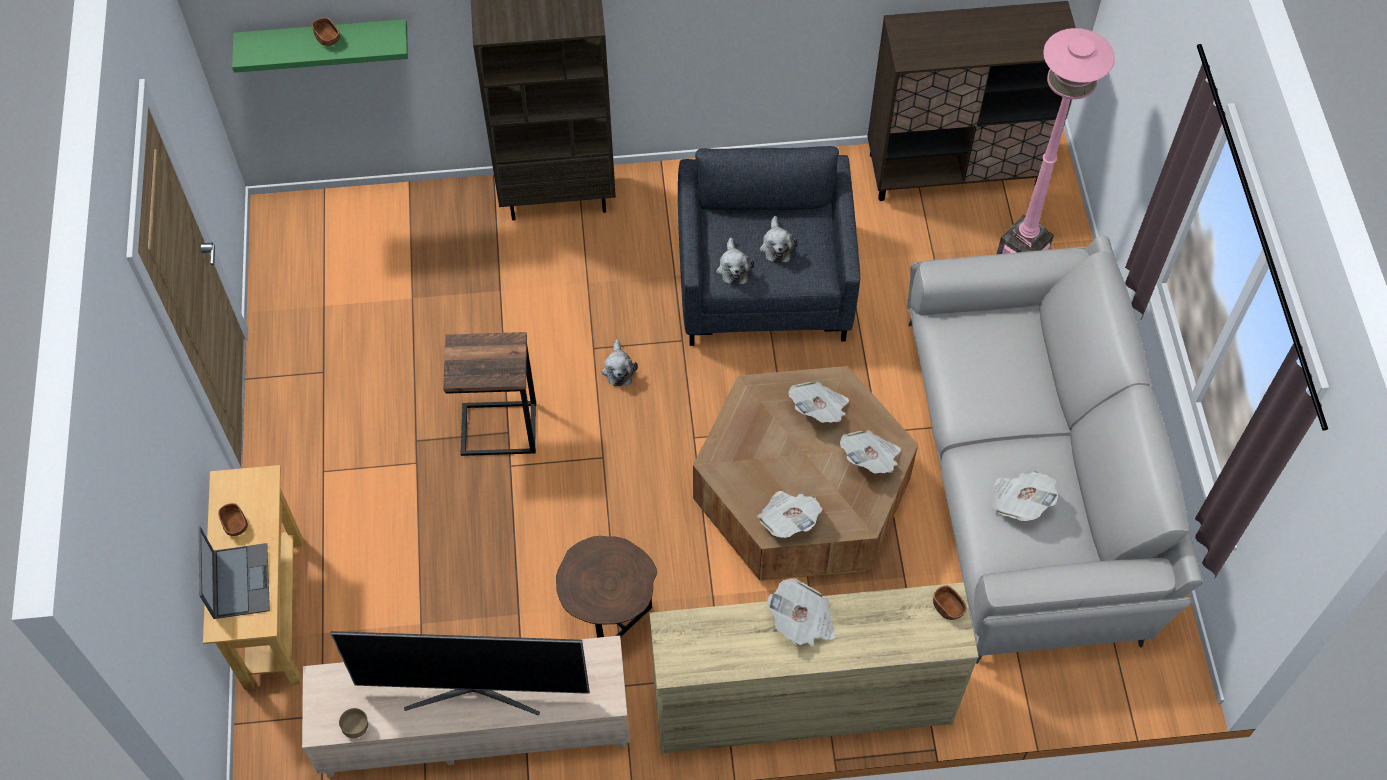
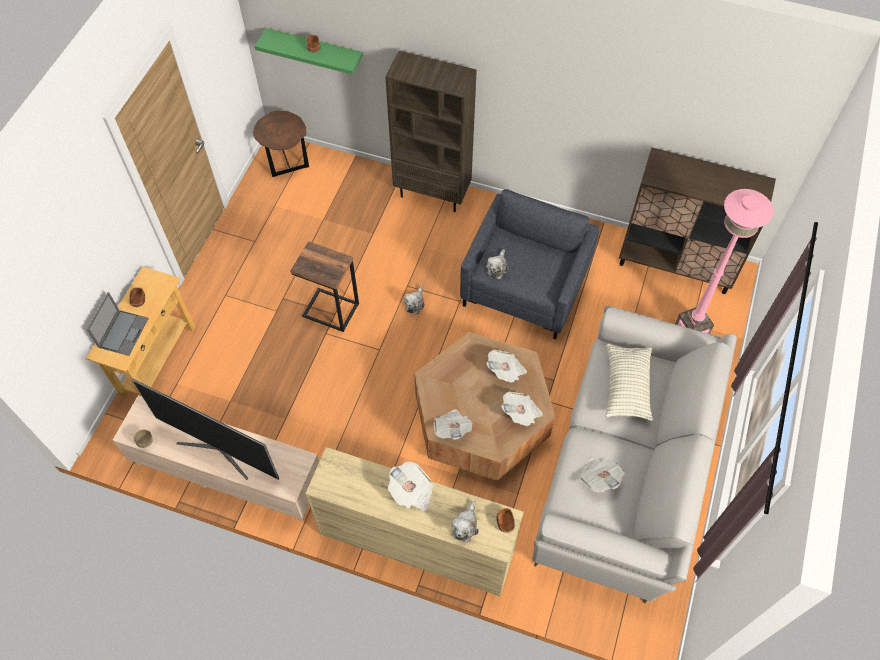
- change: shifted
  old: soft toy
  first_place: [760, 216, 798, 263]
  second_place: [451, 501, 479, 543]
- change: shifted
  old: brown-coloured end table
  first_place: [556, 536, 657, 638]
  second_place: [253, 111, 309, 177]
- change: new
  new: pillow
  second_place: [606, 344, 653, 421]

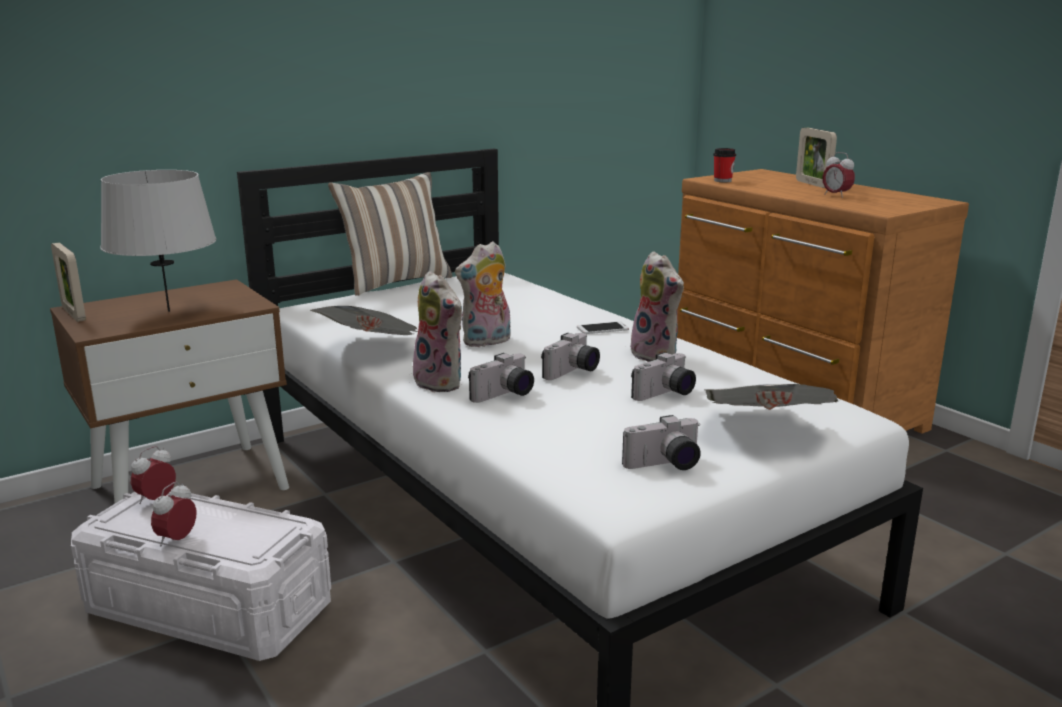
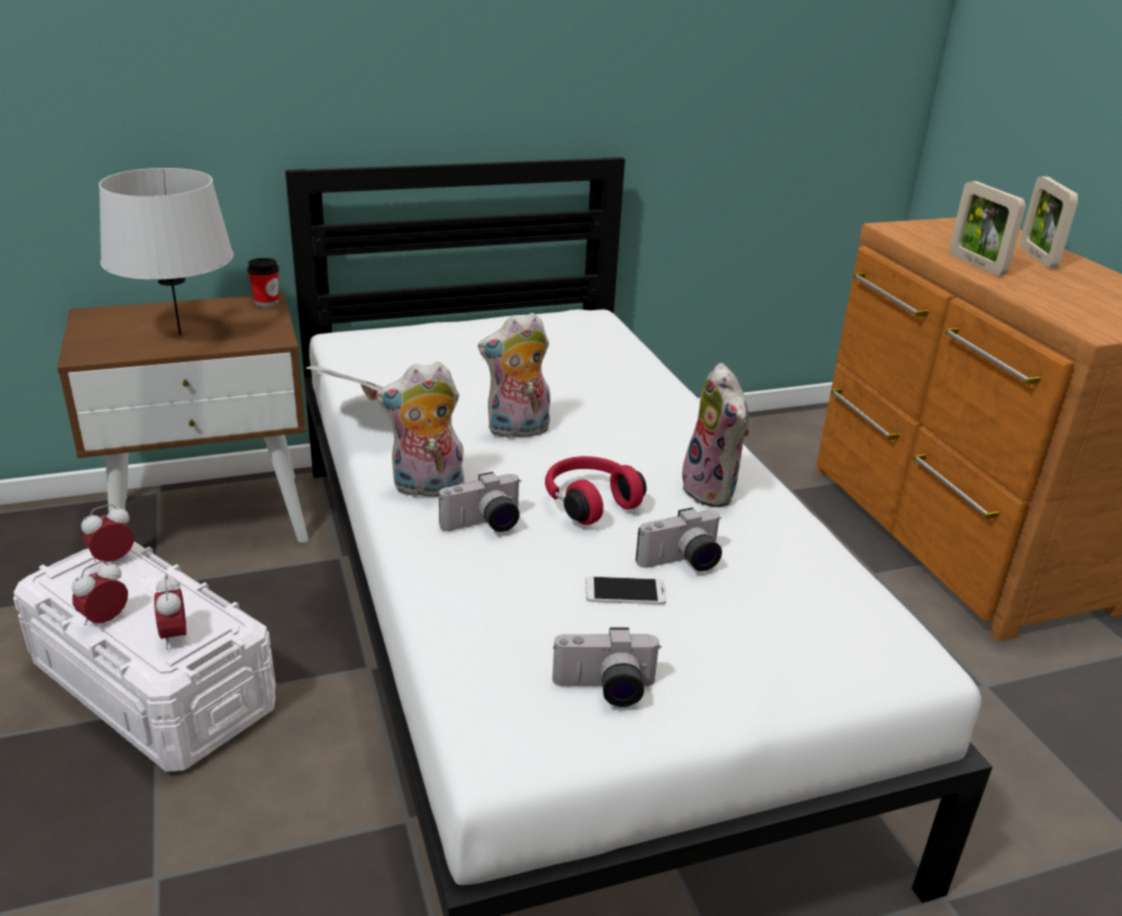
- change: shifted
  old: cup
  first_place: [713, 148, 736, 182]
  second_place: [247, 258, 279, 307]
- change: shifted
  old: table clock
  first_place: [823, 152, 855, 198]
  second_place: [154, 574, 186, 649]
- change: gone
  old: pillow
  first_place: [328, 172, 452, 296]
- change: shifted
  old: photo frame
  first_place: [51, 243, 86, 322]
  second_place: [949, 181, 1026, 276]
- change: rotated
  old: soft toy
  first_place: [413, 271, 462, 393]
  second_place: [376, 361, 465, 497]
  degrees: 105
- change: shifted
  old: phone
  first_place: [577, 321, 629, 334]
  second_place: [586, 576, 666, 605]
- change: swapped
  old: photo camera
  new: reddish pair of headphones
  first_place: [541, 333, 600, 380]
  second_place: [545, 456, 647, 525]
- change: gone
  old: printed paper
  first_place: [705, 384, 839, 410]

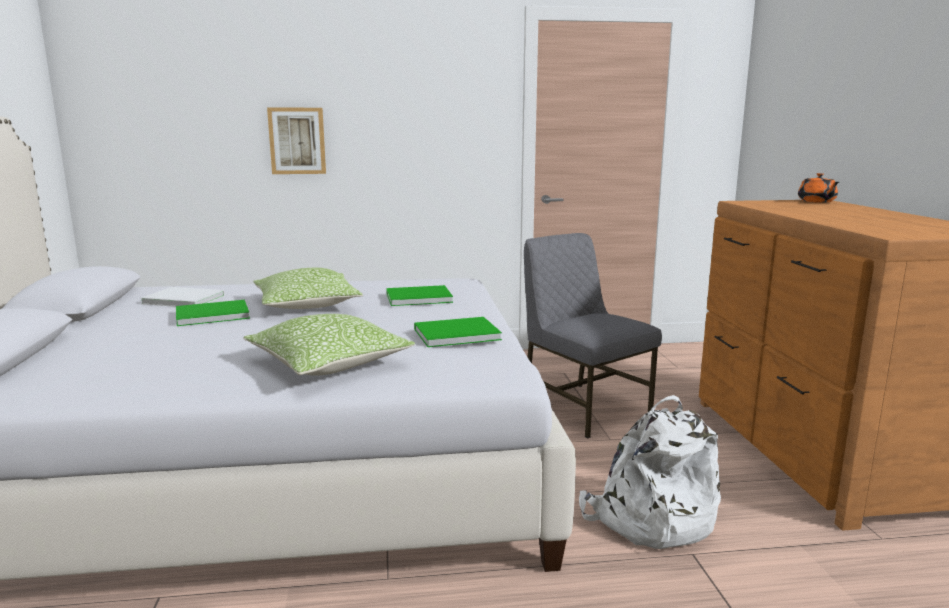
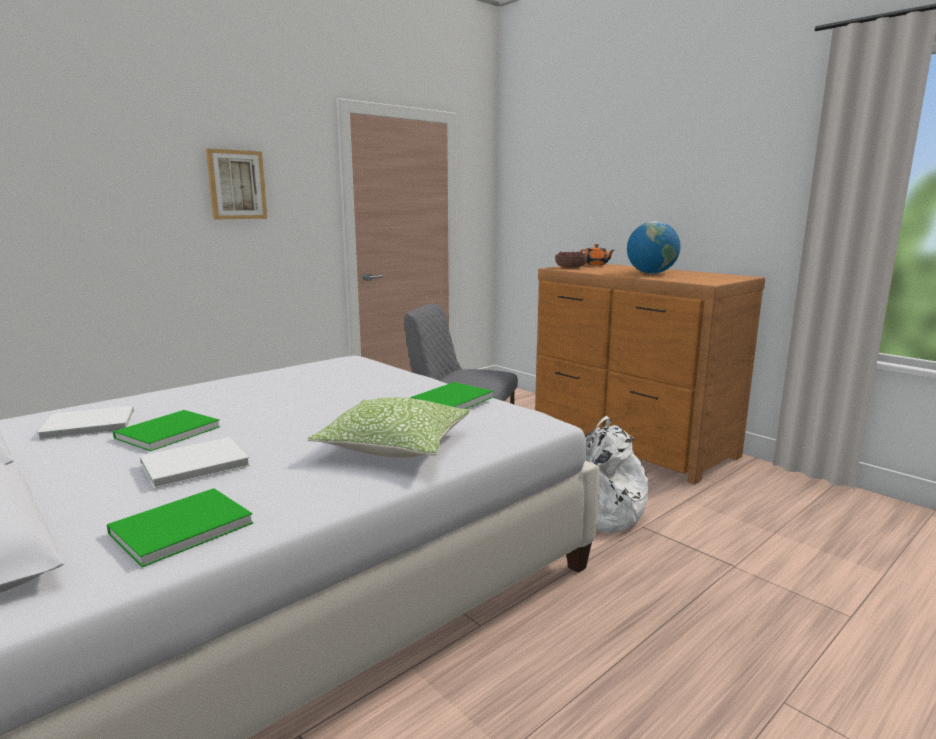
- change: shifted
  old: wall art
  first_place: [267, 108, 326, 174]
  second_place: [206, 149, 267, 219]
- change: gone
  old: pillow
  first_place: [253, 268, 363, 309]
- change: shifted
  old: greenish book
  first_place: [386, 285, 453, 306]
  second_place: [107, 488, 253, 567]
- change: new
  new: world globe
  second_place: [627, 221, 681, 274]
- change: new
  new: serving bowl
  second_place: [555, 251, 587, 268]
- change: new
  new: whitish book
  second_place: [140, 437, 250, 489]

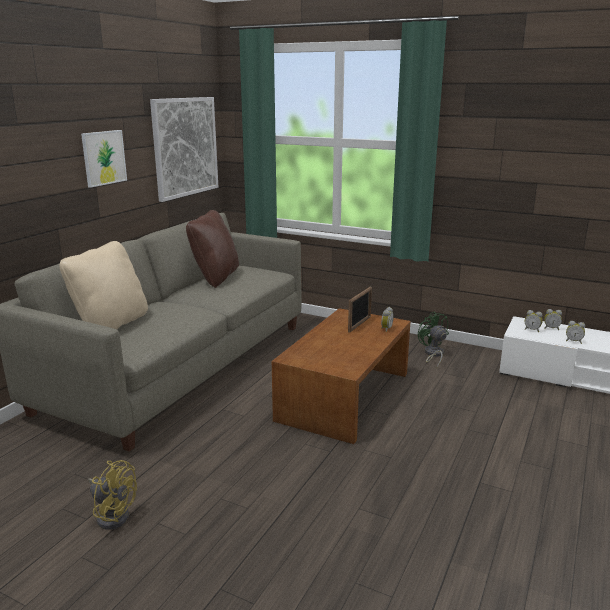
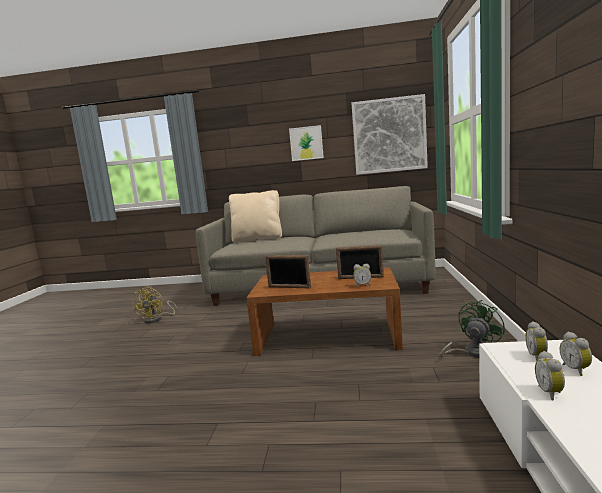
- change: gone
  old: brown-coloured pillow
  first_place: [186, 210, 239, 288]
- change: new
  new: photo frame
  second_place: [265, 255, 311, 289]

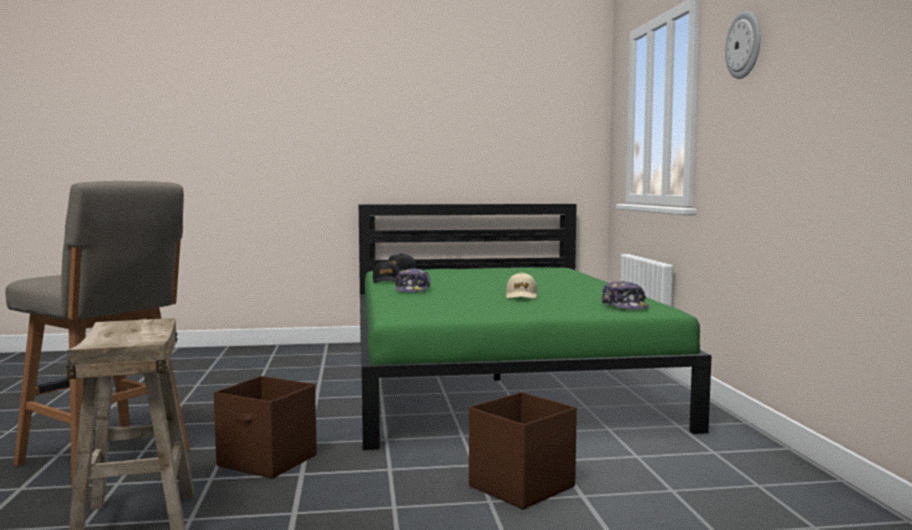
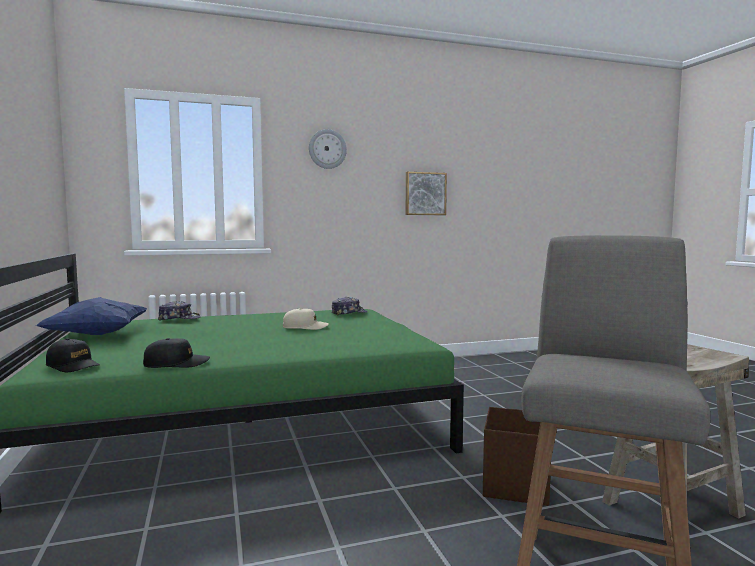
- change: shifted
  old: baseball cap
  first_place: [395, 268, 431, 292]
  second_place: [158, 301, 201, 321]
- change: gone
  old: brown-coloured storage container
  first_place: [469, 392, 577, 509]
- change: new
  new: wall art
  second_place: [406, 172, 447, 215]
- change: new
  new: bluish pillow
  second_place: [35, 297, 147, 335]

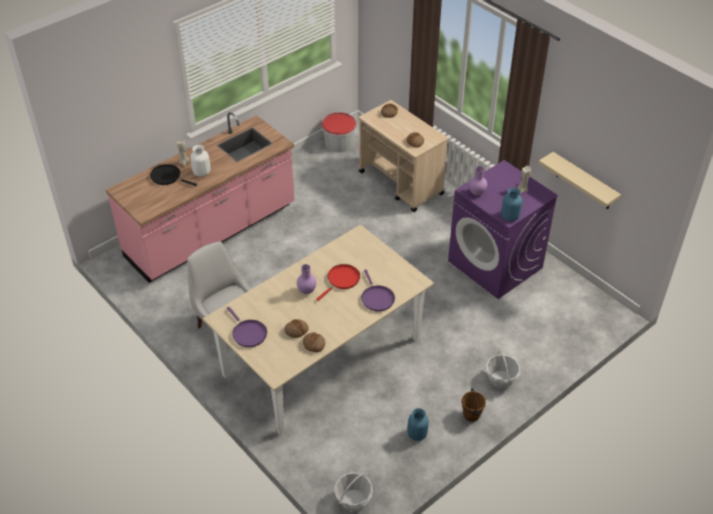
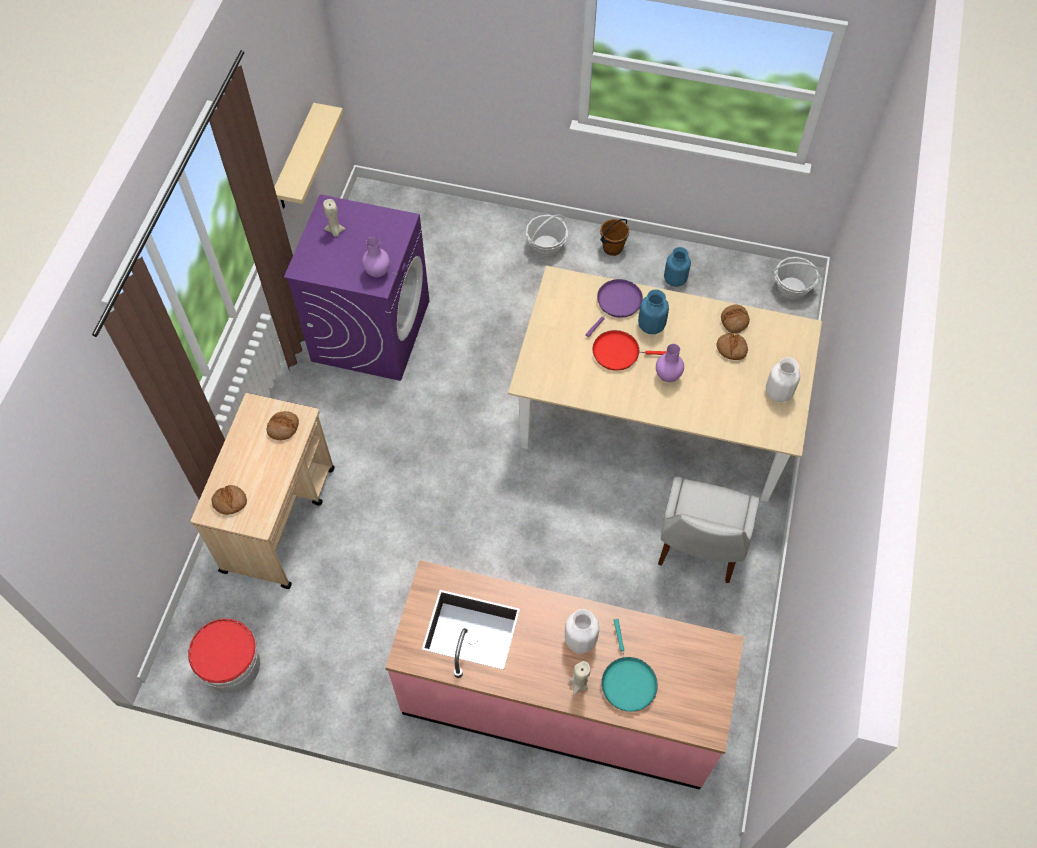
- change: repainted
  old: black skillet
  new: turquoise-coloured skillet
  first_place: [150, 164, 197, 186]
  second_place: [601, 619, 658, 712]
- change: shifted
  old: bluish decorative vase
  first_place: [501, 188, 522, 221]
  second_place: [638, 289, 669, 334]
- change: swapped
  old: purplish skillet
  new: whitish decorative vase
  first_place: [227, 307, 267, 347]
  second_place: [766, 357, 800, 402]

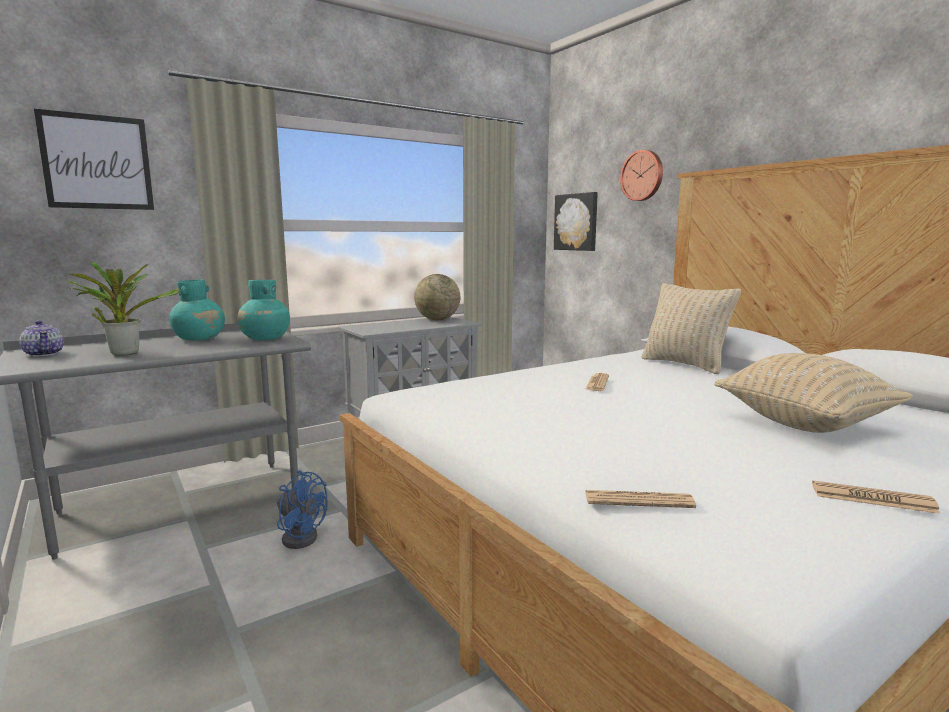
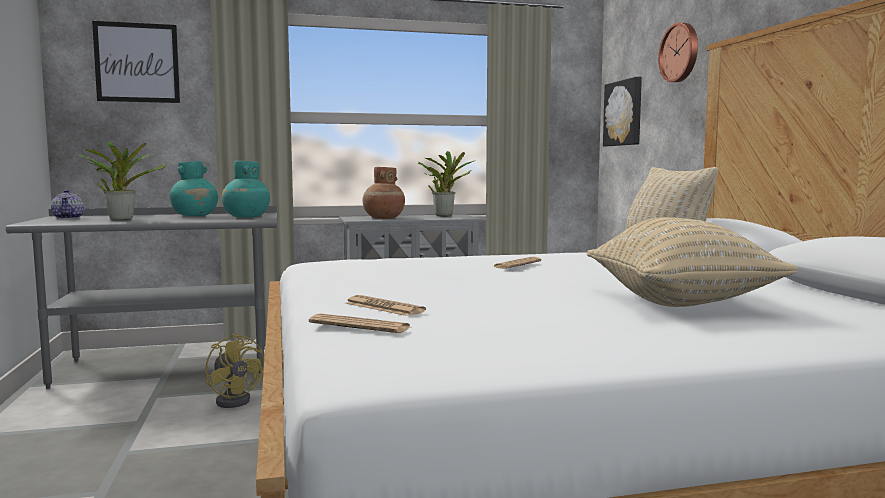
- change: swapped
  old: world globe
  new: potted plant
  first_place: [414, 274, 460, 320]
  second_place: [418, 151, 474, 216]
- change: repainted
  old: bluish fan
  new: yellowish fan
  first_place: [277, 470, 328, 549]
  second_place: [205, 333, 264, 408]
- change: shifted
  old: printed paper
  first_place: [812, 481, 940, 514]
  second_place: [345, 295, 426, 316]
- change: new
  new: brown-coloured decorative vase
  second_place: [363, 167, 405, 219]

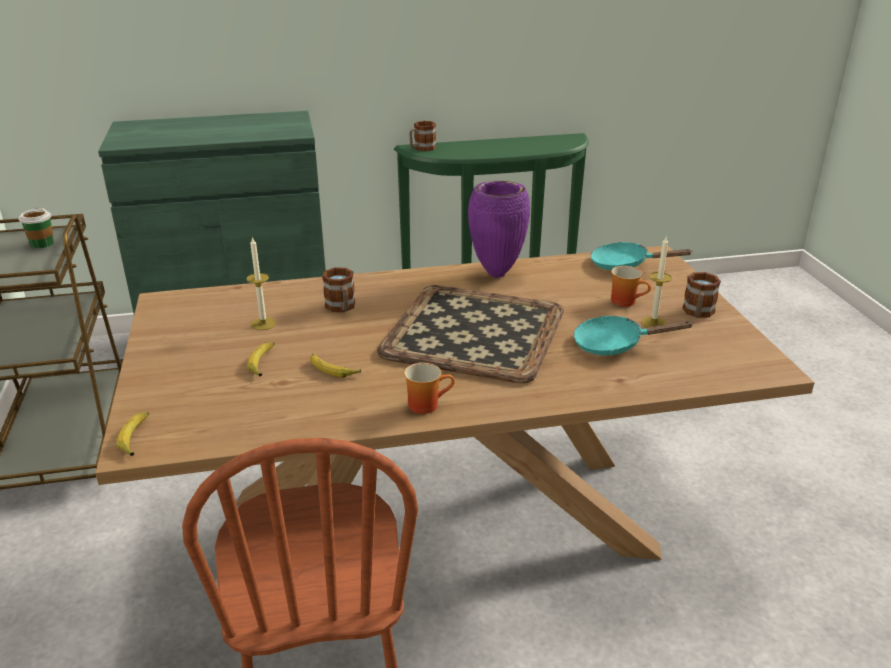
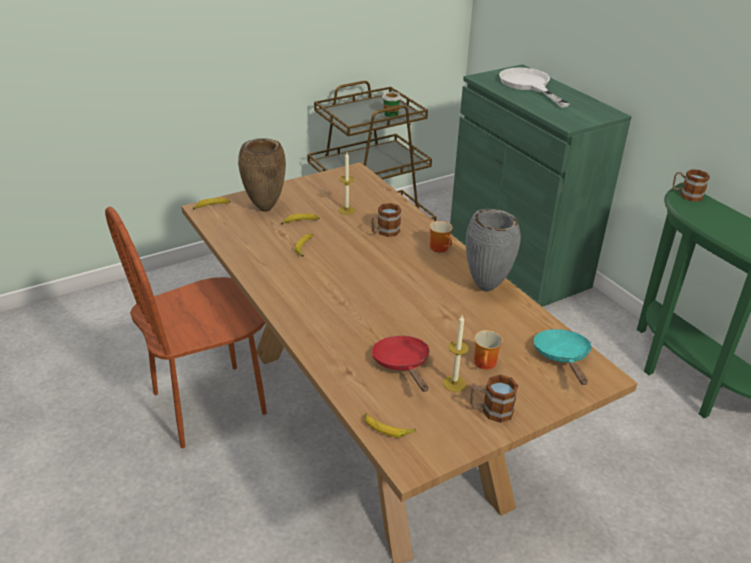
- change: repainted
  old: purplish decorative vase
  new: greyish decorative vase
  first_place: [468, 181, 530, 278]
  second_place: [466, 209, 521, 292]
- change: gone
  old: carrying tray
  first_place: [377, 285, 564, 384]
- change: repainted
  old: turquoise-coloured skillet
  new: reddish skillet
  first_place: [573, 316, 694, 356]
  second_place: [372, 336, 430, 392]
- change: shifted
  old: tea mug
  first_place: [404, 363, 455, 414]
  second_place: [429, 221, 453, 253]
- change: new
  new: whitish skillet
  second_place: [499, 67, 569, 108]
- change: new
  new: brown-coloured decorative vase
  second_place: [238, 138, 286, 212]
- change: new
  new: whole banana
  second_place: [364, 413, 416, 438]

